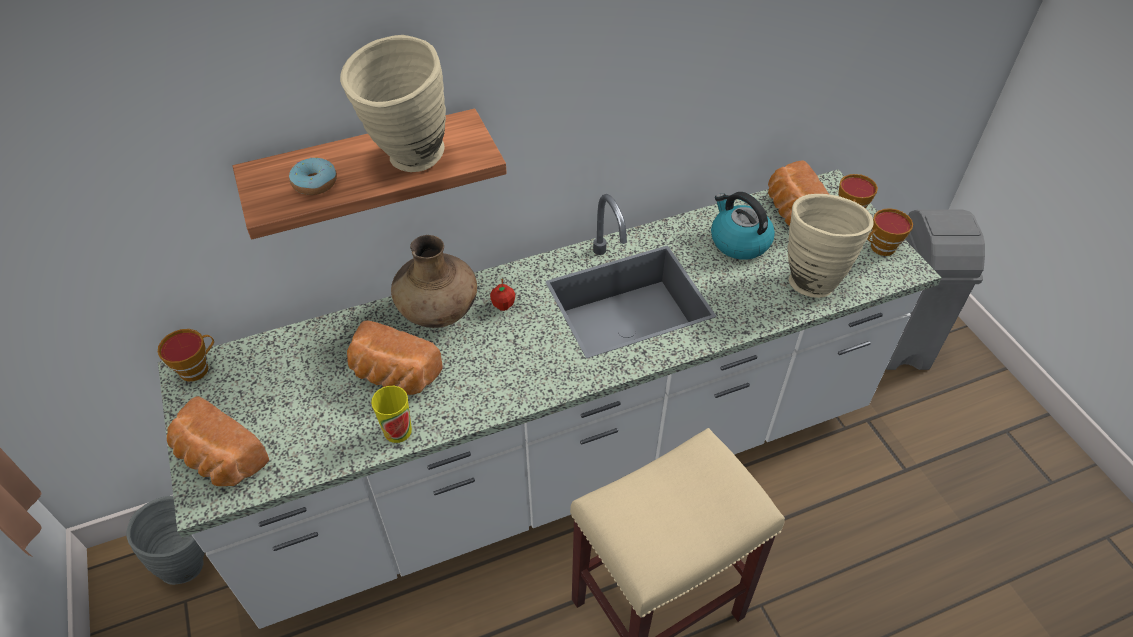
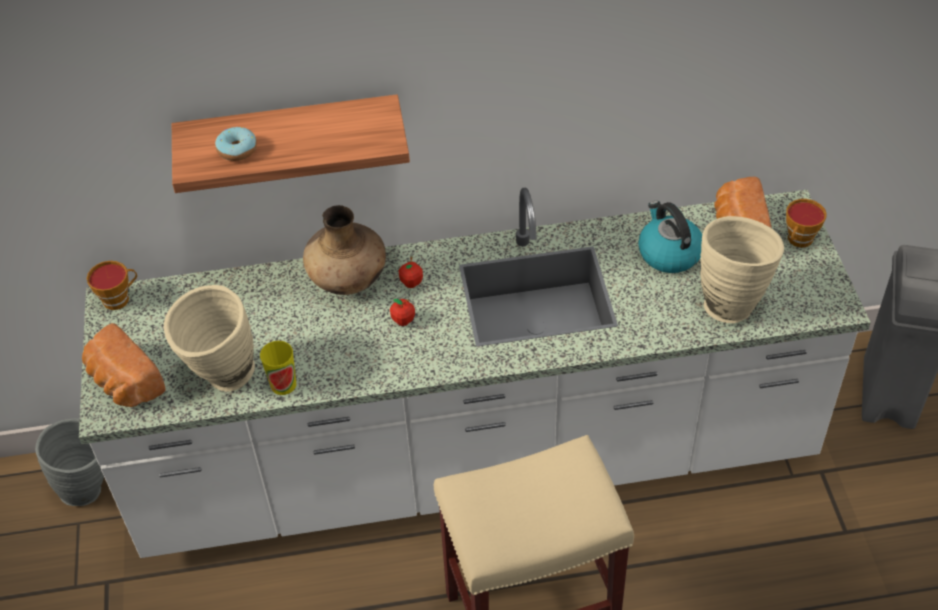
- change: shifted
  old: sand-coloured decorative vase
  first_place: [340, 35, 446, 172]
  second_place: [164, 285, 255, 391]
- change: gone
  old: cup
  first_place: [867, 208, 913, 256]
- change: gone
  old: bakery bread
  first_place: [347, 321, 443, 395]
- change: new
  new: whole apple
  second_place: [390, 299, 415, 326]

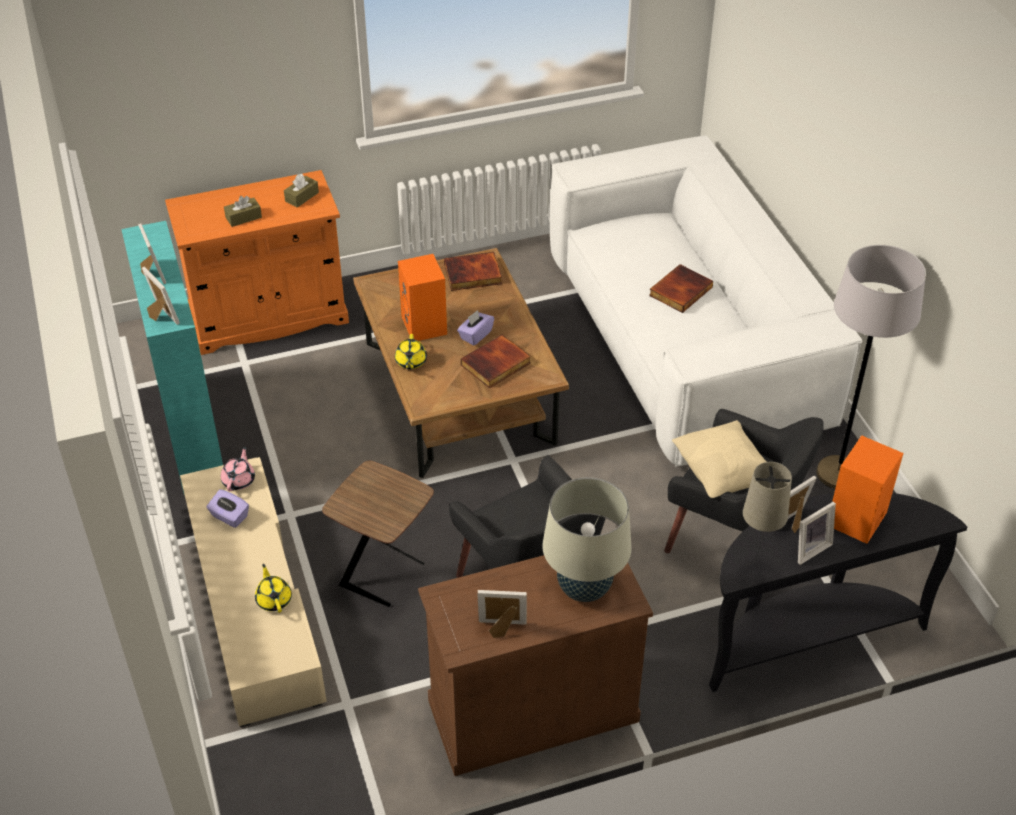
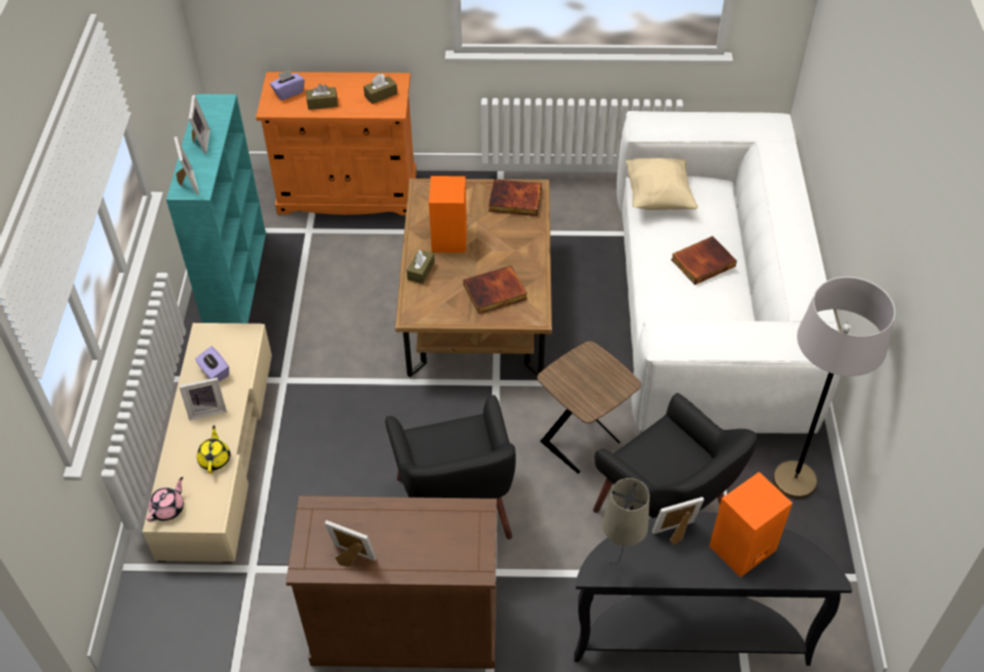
- change: shifted
  old: purplish tissue holder
  first_place: [457, 310, 494, 345]
  second_place: [270, 70, 305, 100]
- change: swapped
  old: yellowish teapot
  new: brown-coloured tissue holder
  first_place: [395, 334, 427, 369]
  second_place: [407, 250, 435, 284]
- change: shifted
  old: sand-coloured pillow
  first_place: [672, 420, 767, 498]
  second_place: [626, 158, 698, 210]
- change: shifted
  old: pink-coloured teapot
  first_place: [221, 446, 255, 491]
  second_place: [146, 477, 184, 522]
- change: shifted
  old: brown-coloured end table
  first_place: [322, 461, 434, 607]
  second_place: [537, 341, 641, 474]
- change: gone
  old: sand-coloured tabletop lamp
  first_place: [542, 477, 632, 602]
- change: shifted
  old: photo frame
  first_place: [798, 502, 836, 565]
  second_place: [179, 377, 227, 421]

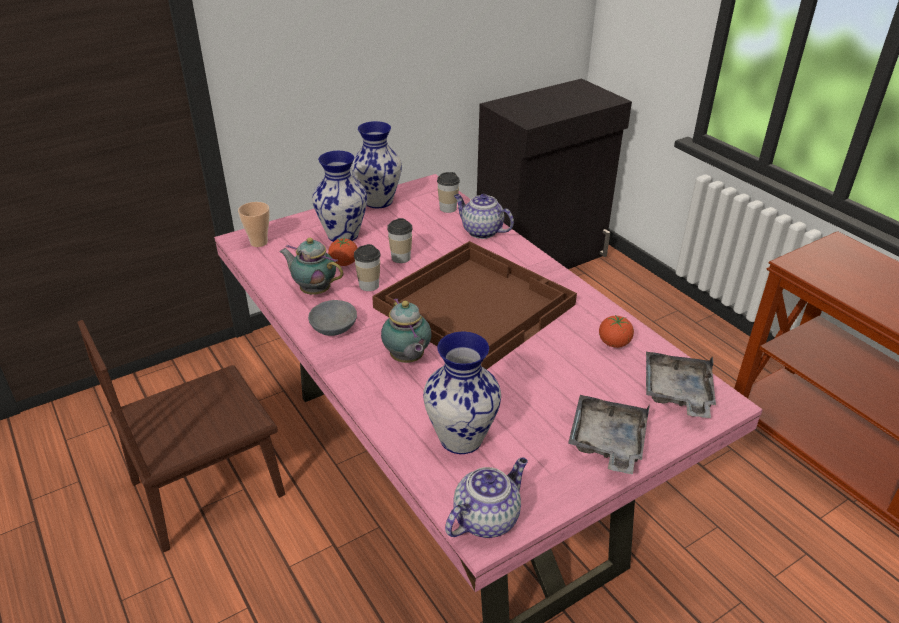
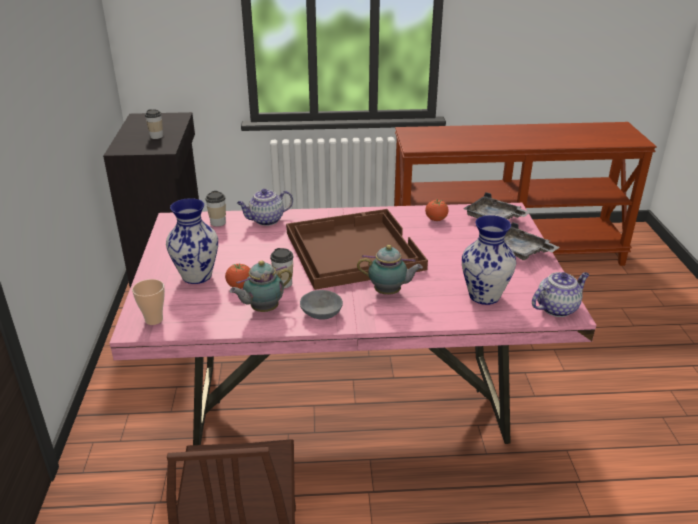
- change: gone
  old: decorative vase
  first_place: [351, 121, 402, 208]
- change: shifted
  old: cup
  first_place: [387, 218, 413, 263]
  second_place: [145, 109, 163, 139]
- change: rotated
  old: teapot
  first_place: [445, 457, 528, 538]
  second_place: [532, 272, 589, 317]
  degrees: 75

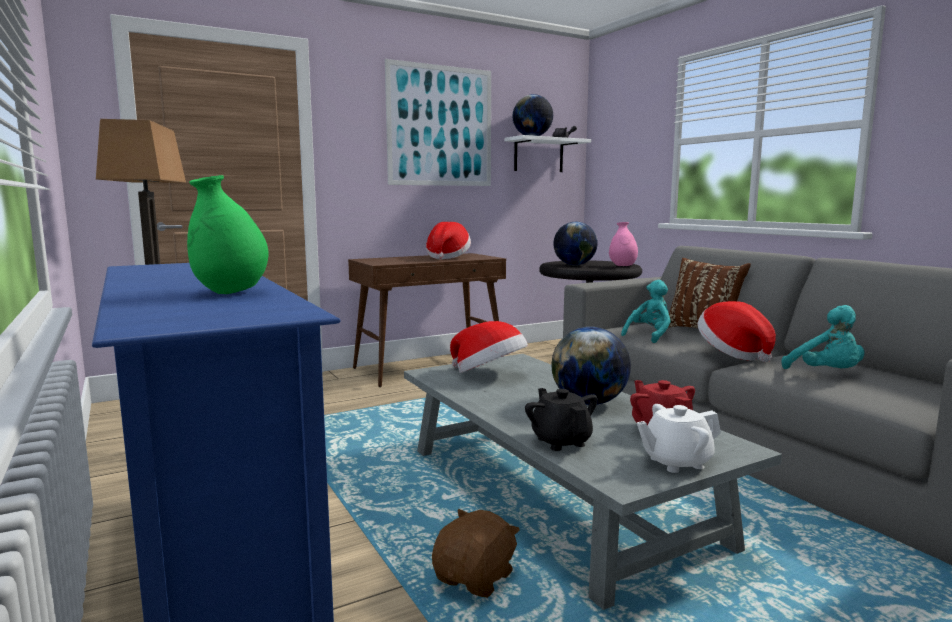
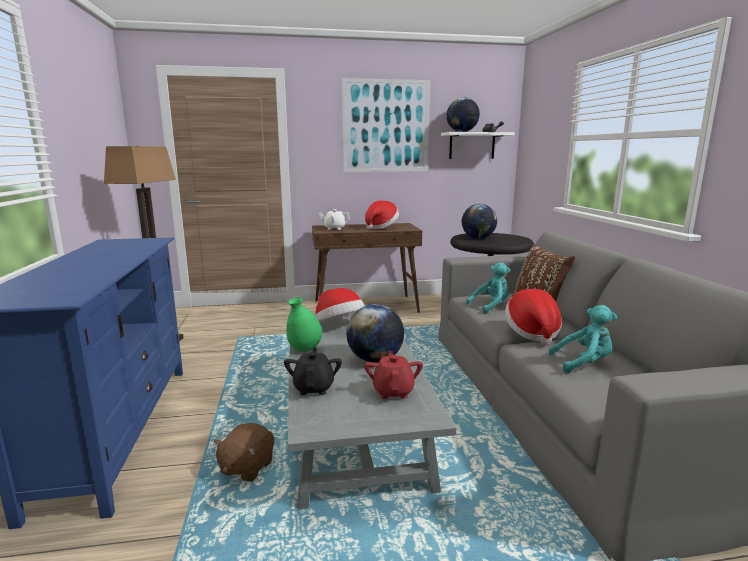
- change: shifted
  old: greenish decorative vase
  first_place: [187, 175, 269, 294]
  second_place: [286, 297, 322, 352]
- change: gone
  old: pink-coloured decorative vase
  first_place: [609, 222, 638, 266]
- change: rotated
  old: turquoise-coloured soft toy
  first_place: [781, 305, 864, 369]
  second_place: [548, 305, 617, 373]
  degrees: -90
- change: shifted
  old: whitish teapot
  first_place: [637, 404, 721, 473]
  second_place: [319, 209, 350, 230]
- change: rotated
  old: brown-coloured soft toy
  first_place: [432, 509, 520, 598]
  second_place: [214, 423, 274, 482]
  degrees: 150

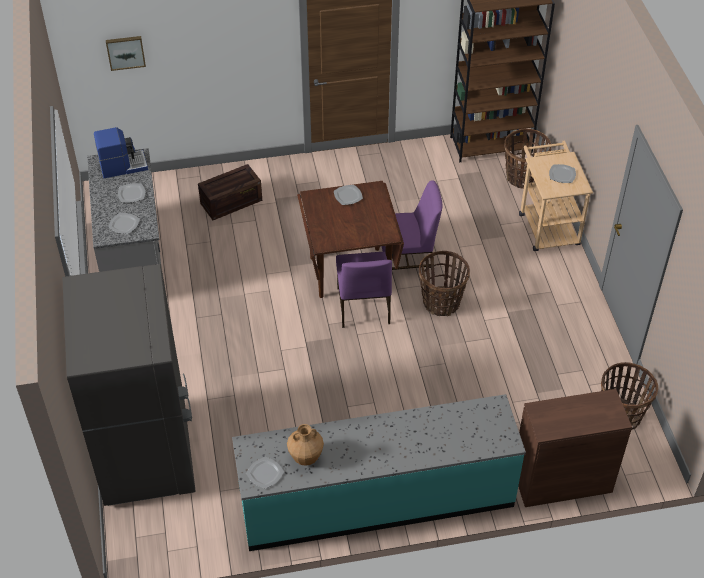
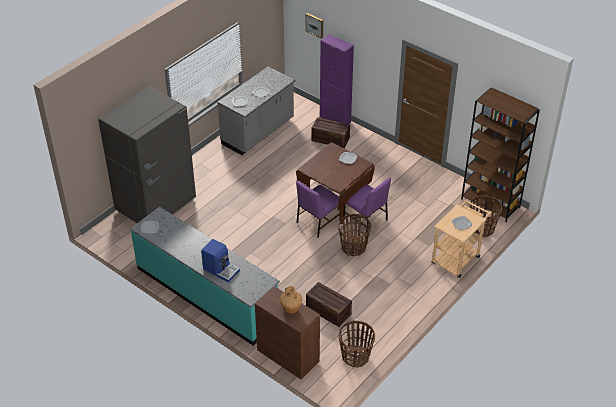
- change: shifted
  old: coffee brewer
  first_place: [94, 127, 148, 178]
  second_place: [201, 239, 240, 282]
- change: shifted
  old: brown-coloured decorative vase
  first_place: [287, 424, 324, 466]
  second_place: [280, 286, 302, 313]
- change: new
  new: purplish storage cabinet
  second_place: [320, 34, 354, 124]
- change: new
  new: shipping crate
  second_place: [306, 282, 352, 327]

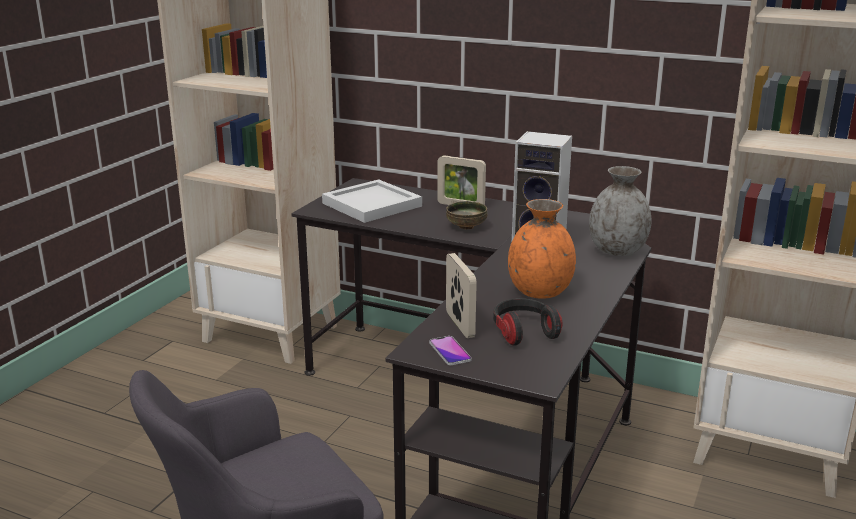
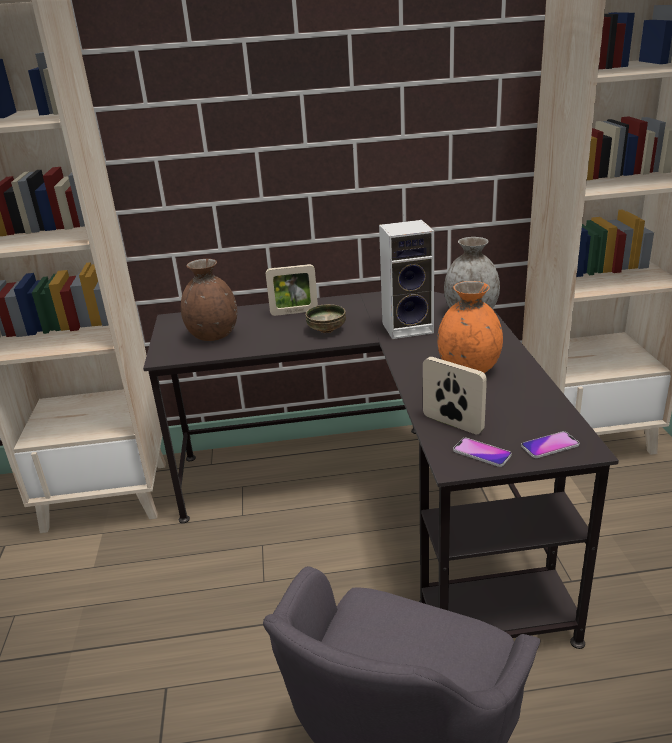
- change: swapped
  old: whitish carrying tray
  new: brown-coloured decorative vase
  first_place: [322, 179, 422, 223]
  second_place: [181, 259, 237, 341]
- change: gone
  old: pair of headphones
  first_place: [493, 298, 563, 346]
- change: new
  new: phone
  second_place: [521, 431, 579, 458]

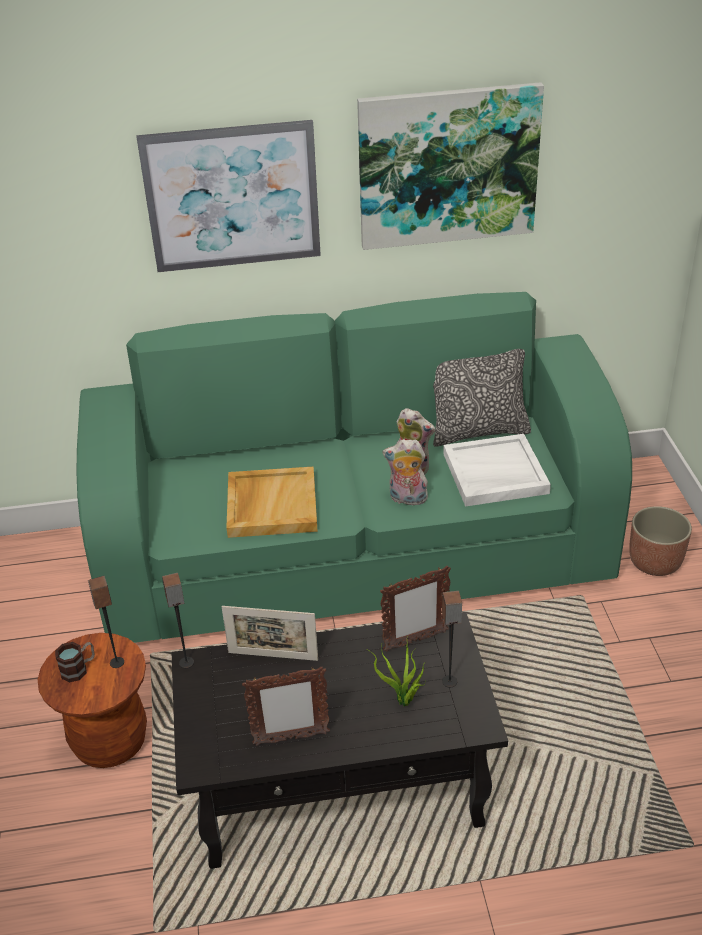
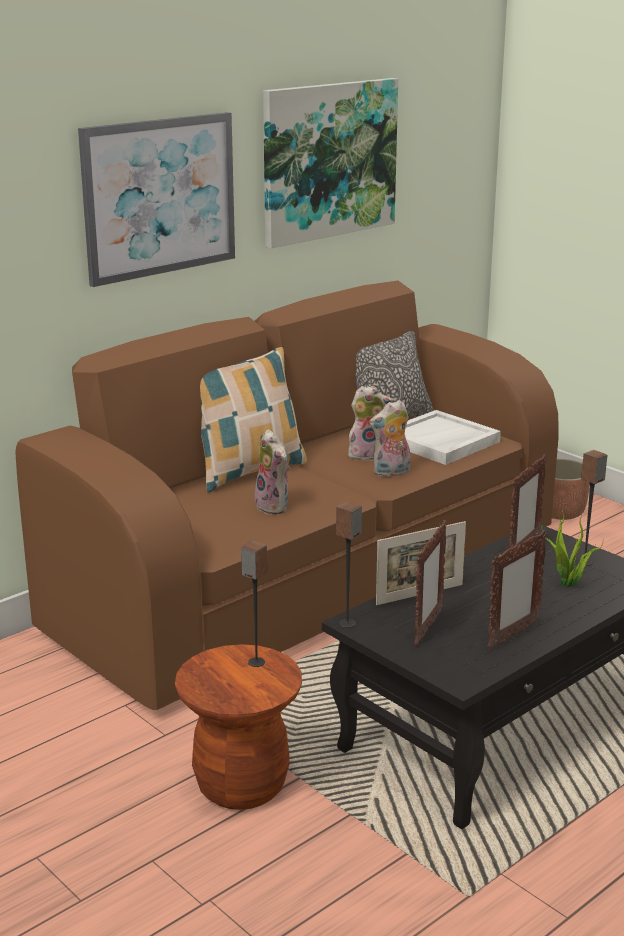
- change: repainted
  old: greenish couch
  new: brown-coloured couch
  first_place: [77, 292, 632, 643]
  second_place: [15, 281, 559, 710]
- change: swapped
  old: sand-coloured carrying tray
  new: soft toy
  first_place: [226, 466, 318, 538]
  second_place: [255, 429, 290, 514]
- change: gone
  old: tea mug
  first_place: [55, 642, 95, 683]
- change: new
  new: pillow
  second_place: [200, 347, 307, 492]
- change: new
  new: photo frame
  second_place: [414, 520, 447, 646]

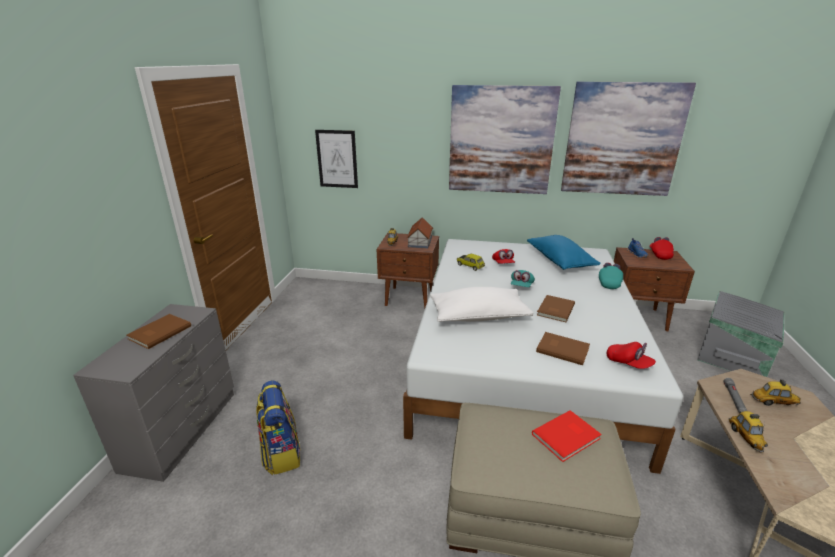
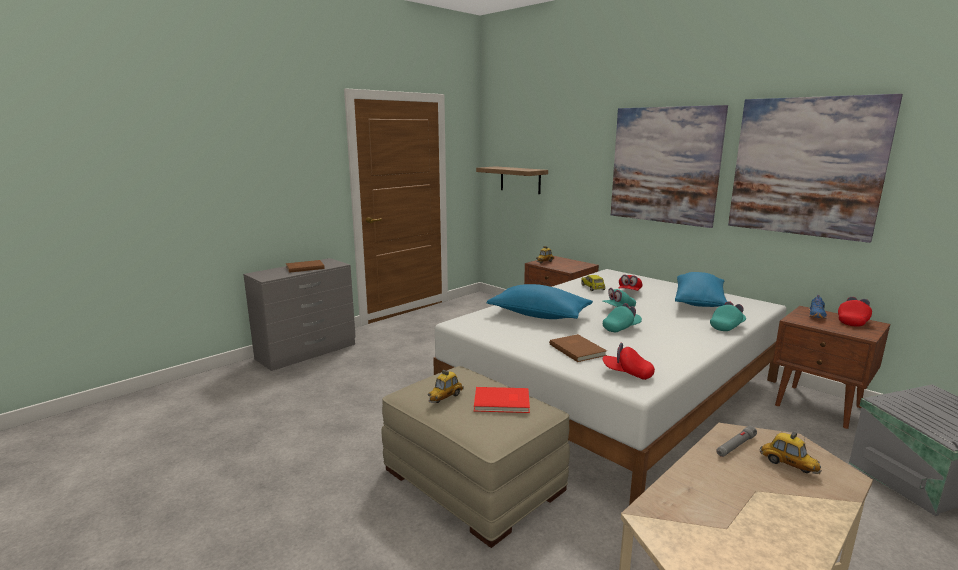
- change: swapped
  old: wall art
  new: shelf
  first_place: [315, 130, 358, 188]
  second_place: [476, 166, 548, 194]
- change: gone
  old: model house
  first_place: [407, 217, 433, 249]
- change: repainted
  old: whitish pillow
  new: bluish pillow
  first_place: [430, 287, 533, 322]
  second_place: [487, 284, 593, 319]
- change: swapped
  old: brown-coloured book
  new: turquoise-coloured baseball cap
  first_place: [537, 295, 575, 322]
  second_place: [603, 303, 642, 332]
- change: rotated
  old: reddish baseball cap
  first_place: [607, 342, 656, 369]
  second_place: [603, 343, 655, 380]
  degrees: 120
- change: gone
  old: backpack
  first_place: [256, 380, 301, 475]
- change: shifted
  old: miniature car
  first_place: [728, 411, 768, 452]
  second_place: [428, 370, 464, 403]

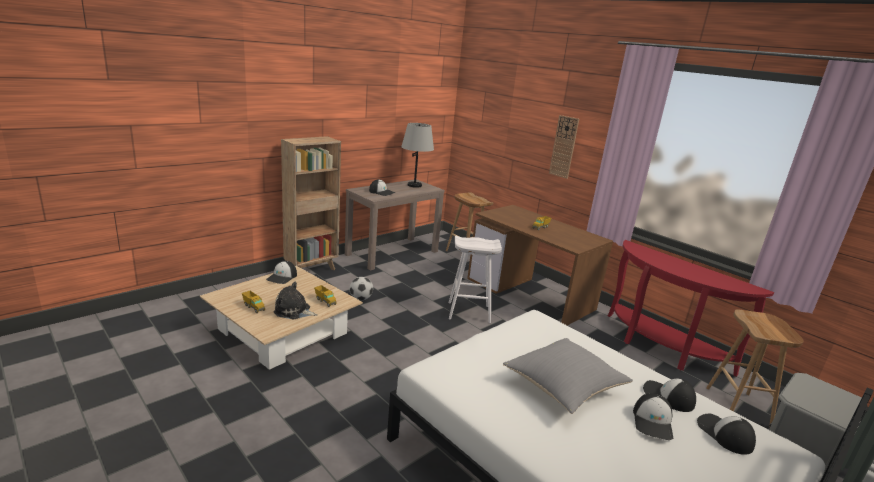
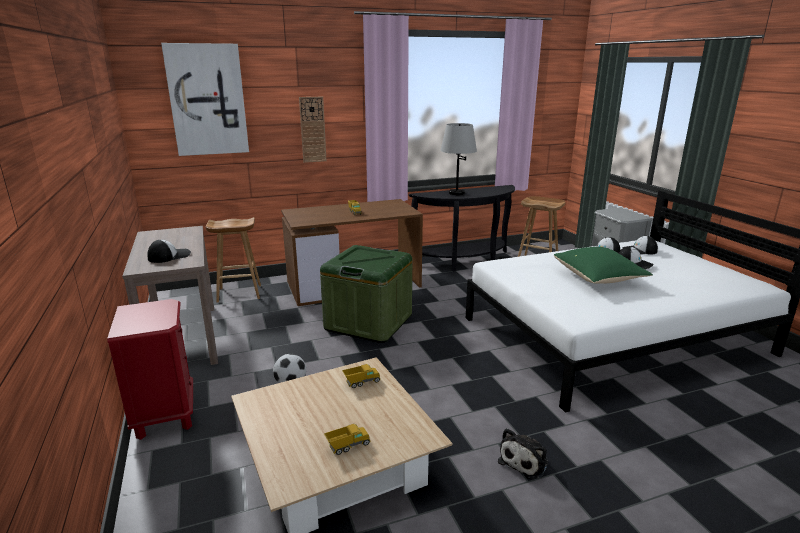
- change: shifted
  old: greyish tabletop lamp
  first_place: [401, 123, 434, 188]
  second_place: [440, 123, 477, 195]
- change: swapped
  old: brown-coloured bookcase
  new: reddish night table
  first_place: [281, 136, 341, 270]
  second_place: [107, 299, 193, 440]
- change: swapped
  old: whitish sitting stool
  new: greenish storage container
  first_place: [449, 235, 502, 323]
  second_place: [320, 245, 412, 343]
- change: repainted
  old: reddish hall table
  new: black hall table
  first_place: [608, 240, 774, 377]
  second_place: [409, 185, 515, 272]
- change: gone
  old: baseball cap
  first_place: [266, 261, 297, 284]
- change: shifted
  old: soft toy
  first_place: [273, 282, 318, 320]
  second_place: [498, 428, 548, 480]
- change: repainted
  old: greyish pillow
  new: greenish pillow
  first_place: [503, 338, 633, 414]
  second_place: [554, 247, 653, 284]
- change: new
  new: wall art
  second_place: [161, 43, 249, 156]

